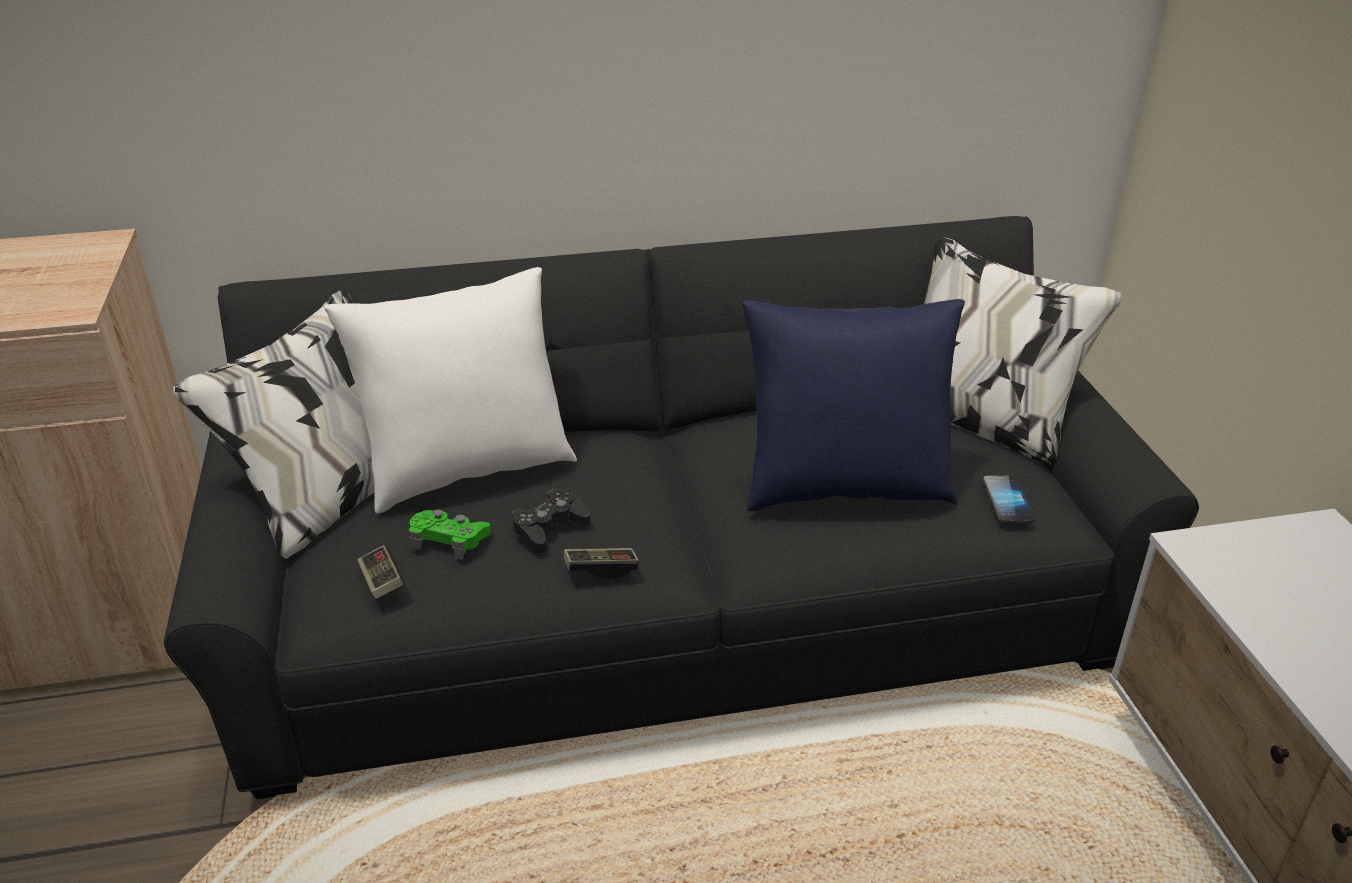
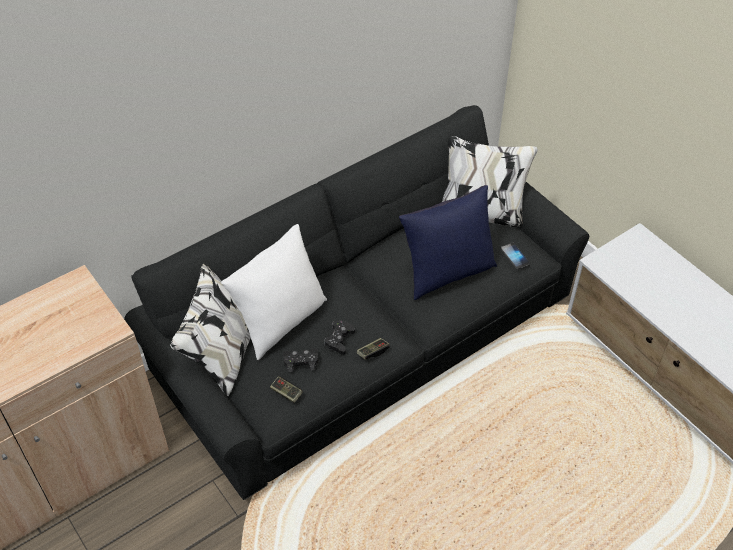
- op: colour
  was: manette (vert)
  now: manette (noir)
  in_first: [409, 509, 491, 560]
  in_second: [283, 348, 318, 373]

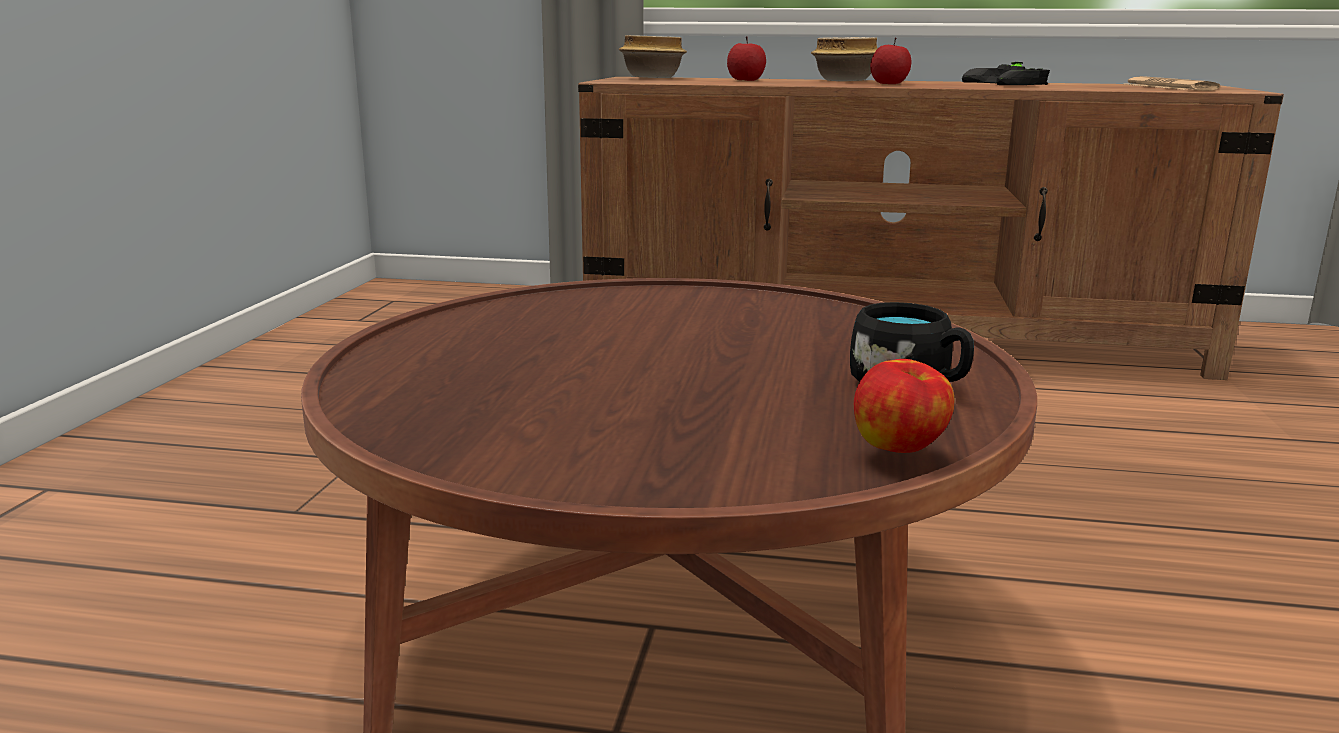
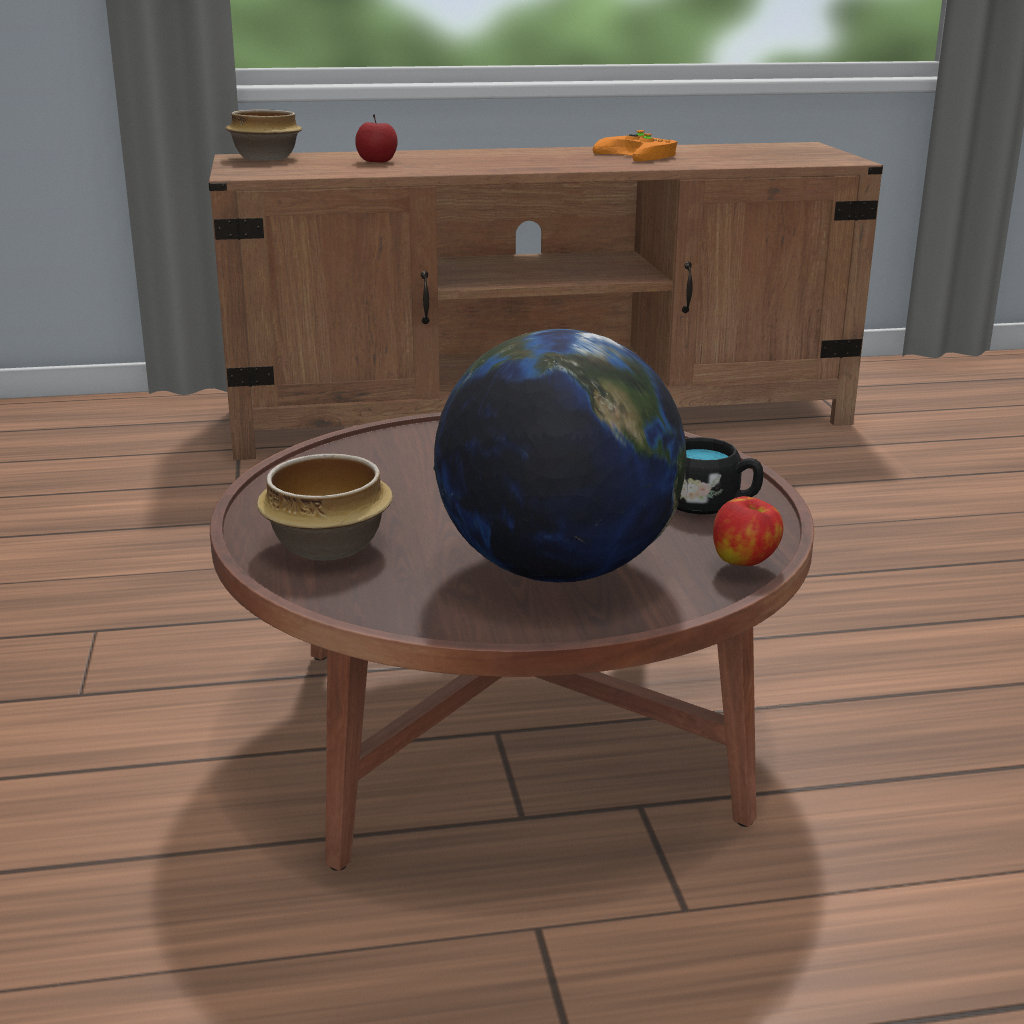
- op: relocated
  was: bol
  in_first: [811, 37, 878, 81]
  in_second: [257, 454, 393, 561]
- op: appeared
  now: globe
  in_second: [433, 329, 687, 583]
- op: colour
  was: manette (noir)
  now: manette (orange)
  in_first: [962, 62, 1050, 85]
  in_second: [592, 130, 678, 161]
- op: missing
  was: pomme
  in_first: [870, 38, 911, 84]
- op: missing
  was: journal
  in_first: [1125, 76, 1220, 91]

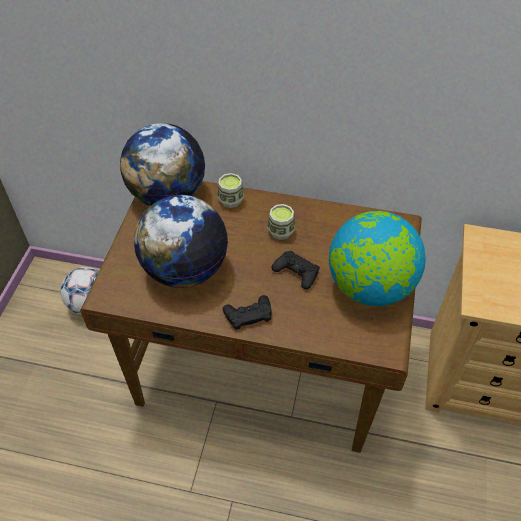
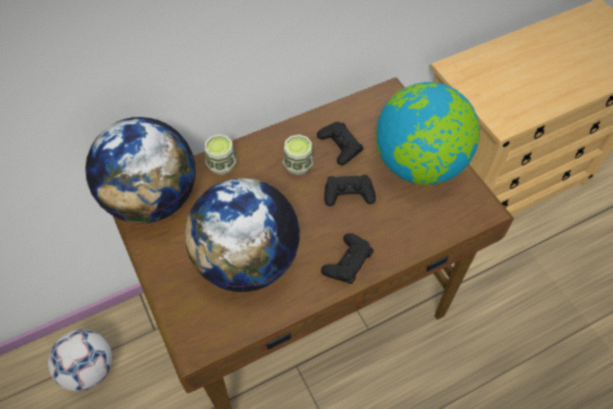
- op: appeared
  now: manette (noir)
  in_second: [317, 122, 364, 165]

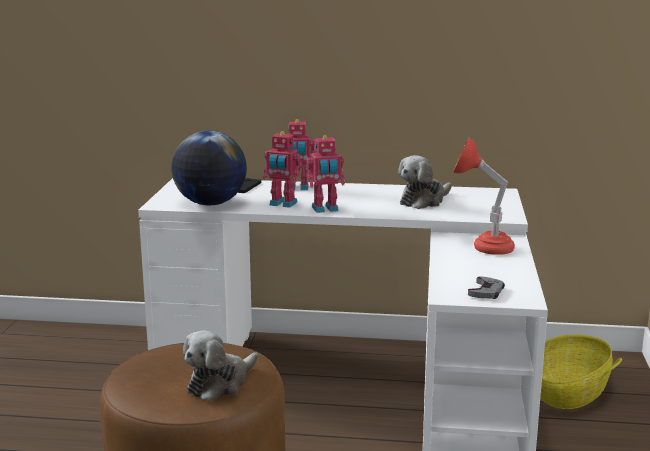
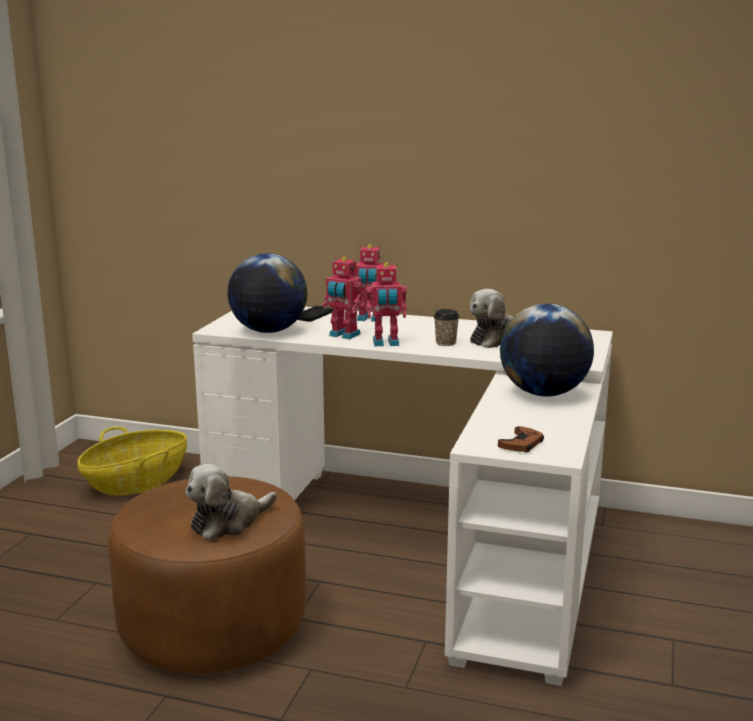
- op: relocated
  was: panier
  in_first: [540, 334, 622, 409]
  in_second: [77, 426, 187, 496]
- op: appeared
  now: tasse
  in_second: [434, 309, 460, 346]
- op: colour
  was: manette (gris)
  now: manette (marron)
  in_first: [468, 277, 505, 299]
  in_second: [498, 426, 544, 453]
- op: exchanged
  was: lampe de table (rouge)
  now: globe
  in_first: [453, 138, 515, 255]
  in_second: [500, 304, 594, 397]

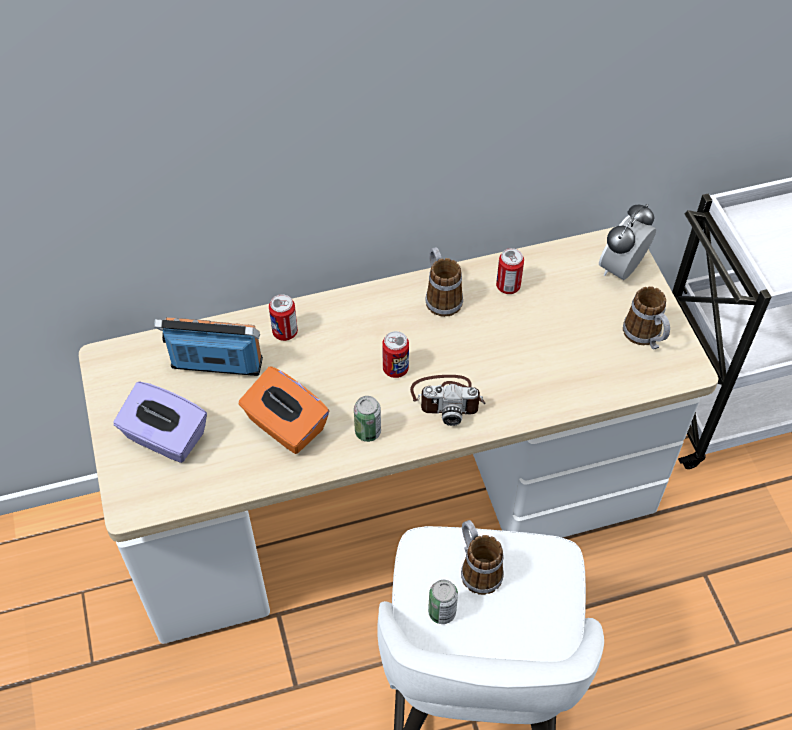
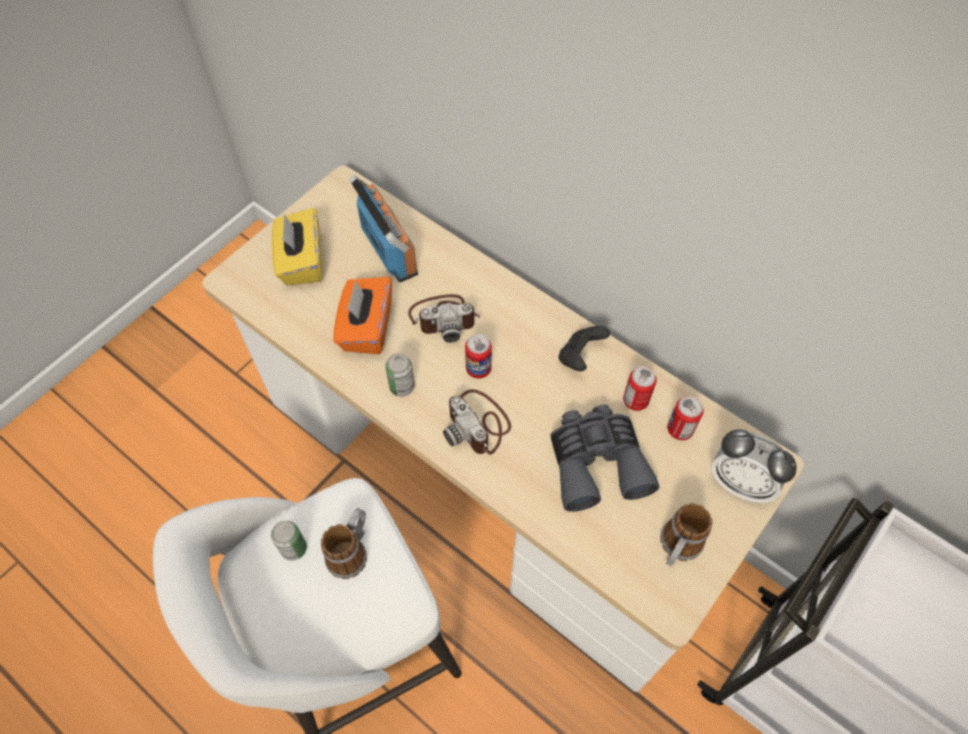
- op: colour
  was: boîte à mouchoirs (violet)
  now: boîte à mouchoirs (jaune)
  in_first: [113, 381, 207, 463]
  in_second: [272, 208, 322, 285]
- op: appeared
  now: appareil photo
  in_second: [408, 294, 480, 343]
- op: appeared
  now: jumelles (gris)
  in_second: [550, 404, 660, 512]
- op: exchanged
  was: mug
  now: manette (noir)
  in_first: [425, 247, 463, 317]
  in_second: [559, 326, 610, 371]
- op: relocated
  was: boîte métallique
  in_first: [269, 294, 298, 341]
  in_second: [667, 396, 704, 440]
- op: spun
  was: réveil
  in_first: [599, 204, 656, 280]
  in_second: [711, 429, 797, 503]
  clockwise: -150

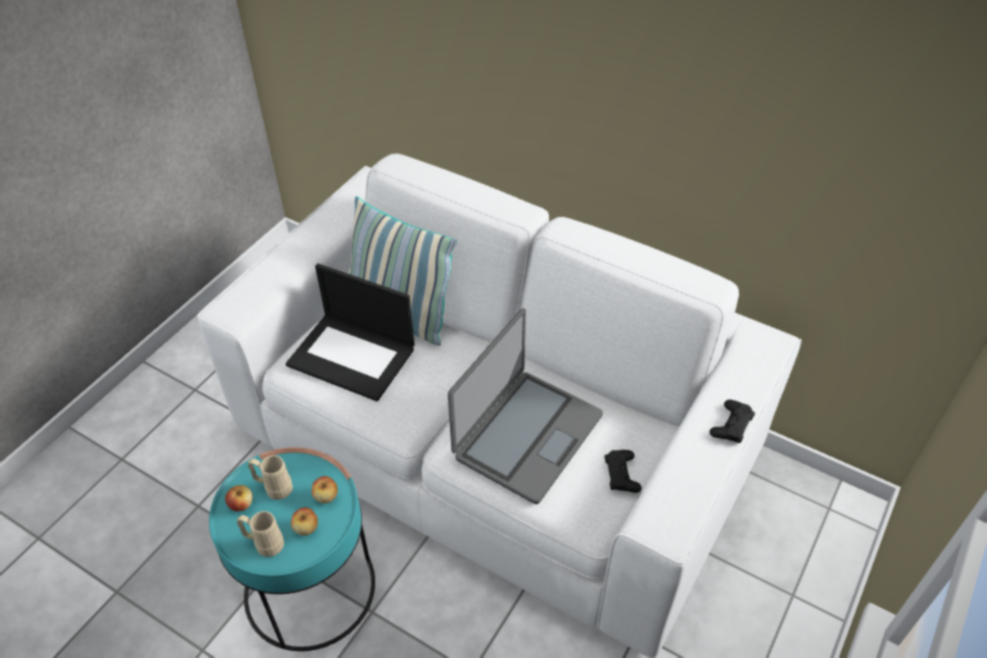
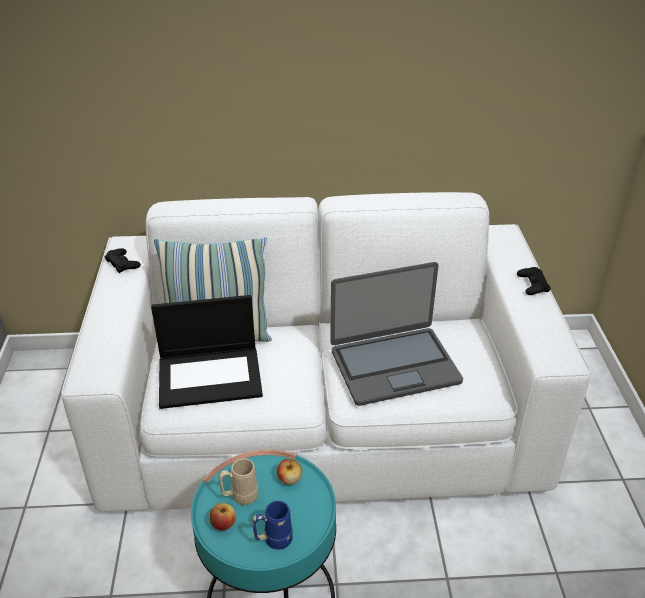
- op: relocated
  was: manette (noir)
  in_first: [605, 450, 642, 493]
  in_second: [104, 248, 141, 273]
- op: colour
  was: mug (beige)
  now: mug (bleu)
  in_first: [237, 511, 284, 557]
  in_second: [252, 501, 293, 550]
- op: spun
  was: ordinateur portable
  in_first: [448, 308, 603, 504]
  in_second: [330, 262, 463, 406]
  clockwise: 75
- op: missing
  was: pomme
  in_first: [291, 507, 318, 536]

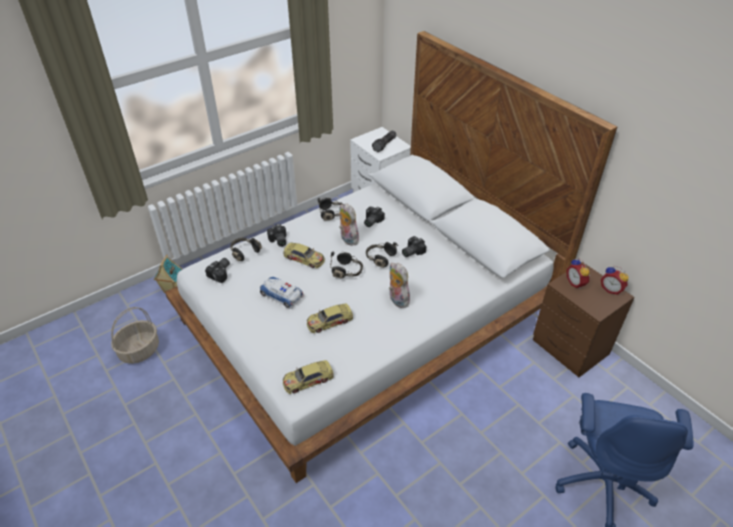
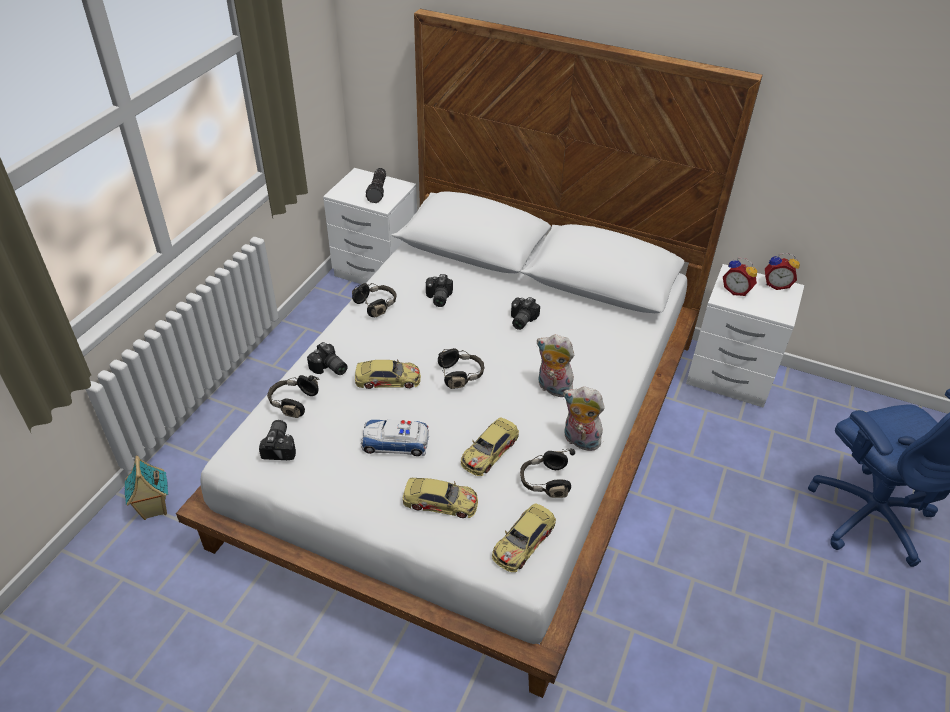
- op: appeared
  now: petite voiture
  in_second: [403, 478, 478, 518]
- op: relocated
  was: casque audio (noir)
  in_first: [366, 242, 397, 268]
  in_second: [520, 448, 575, 498]
- op: relocated
  was: peluche
  in_first: [339, 203, 359, 246]
  in_second: [563, 387, 605, 451]
- op: colour
  was: table de chevet (marron)
  now: table de chevet (blanc)
  in_first: [533, 262, 635, 377]
  in_second: [686, 264, 805, 407]
- op: missing
  was: panier
  in_first: [111, 307, 159, 364]

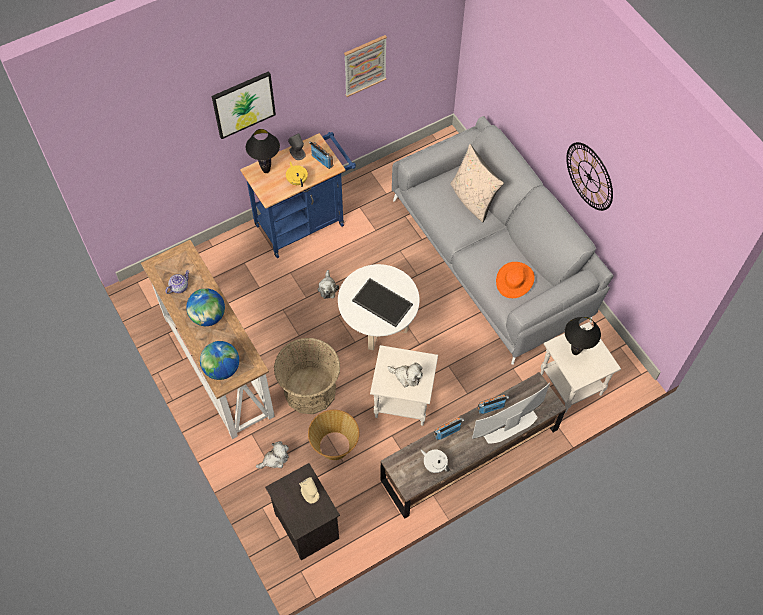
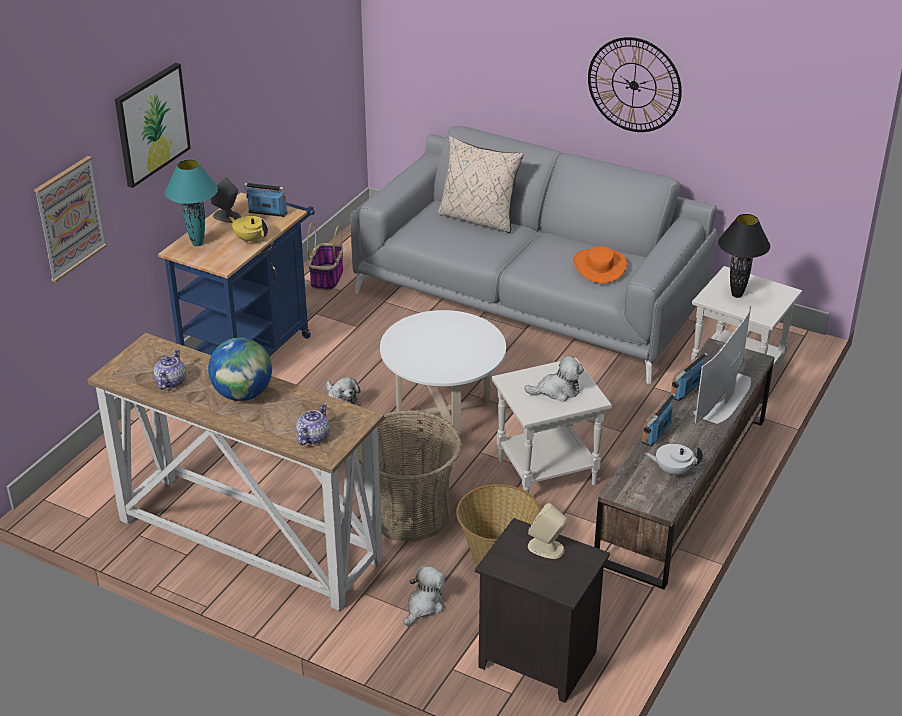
- op: relocated
  was: tableau
  in_first: [344, 35, 387, 97]
  in_second: [34, 156, 107, 282]
- op: colour
  was: lampe de table (noir)
  now: lampe de table (turquoise)
  in_first: [246, 129, 280, 173]
  in_second: [165, 159, 218, 246]
- op: exchanged
  was: globe
  now: théière
  in_first: [200, 341, 239, 380]
  in_second: [296, 403, 330, 445]
- op: appeared
  now: panier
  in_second: [307, 223, 343, 291]
- op: missing
  was: plateau
  in_first: [352, 278, 413, 327]

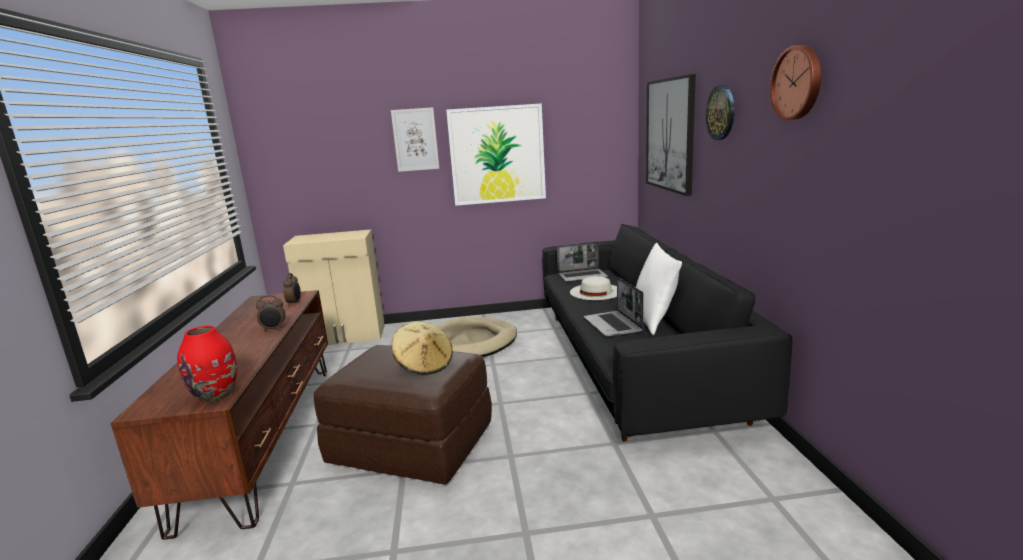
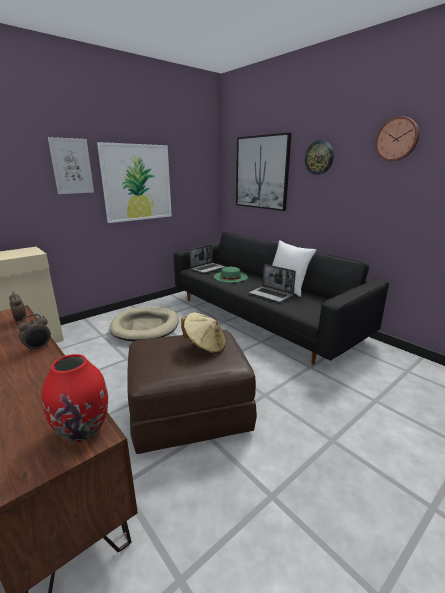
- op: colour
  was: chapeau (blanc)
  now: chapeau (vert)
  in_first: [570, 276, 617, 300]
  in_second: [214, 267, 248, 282]

